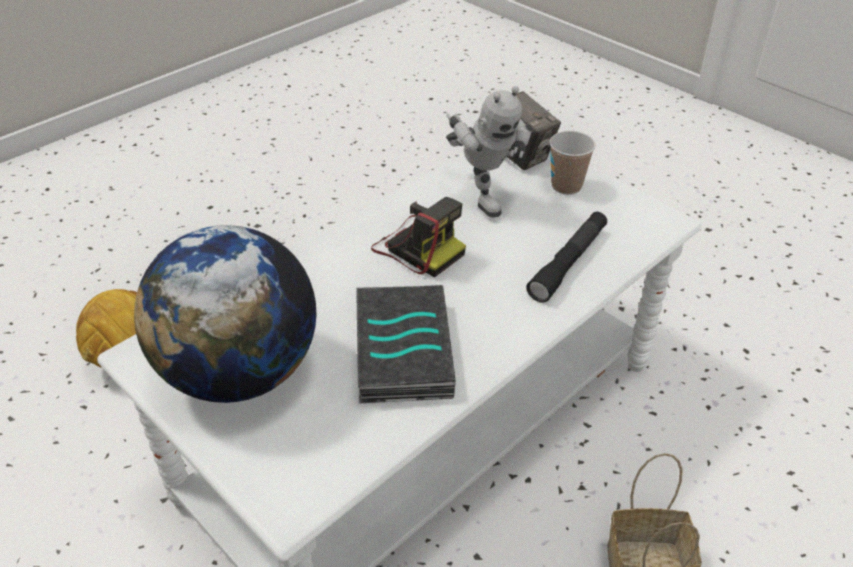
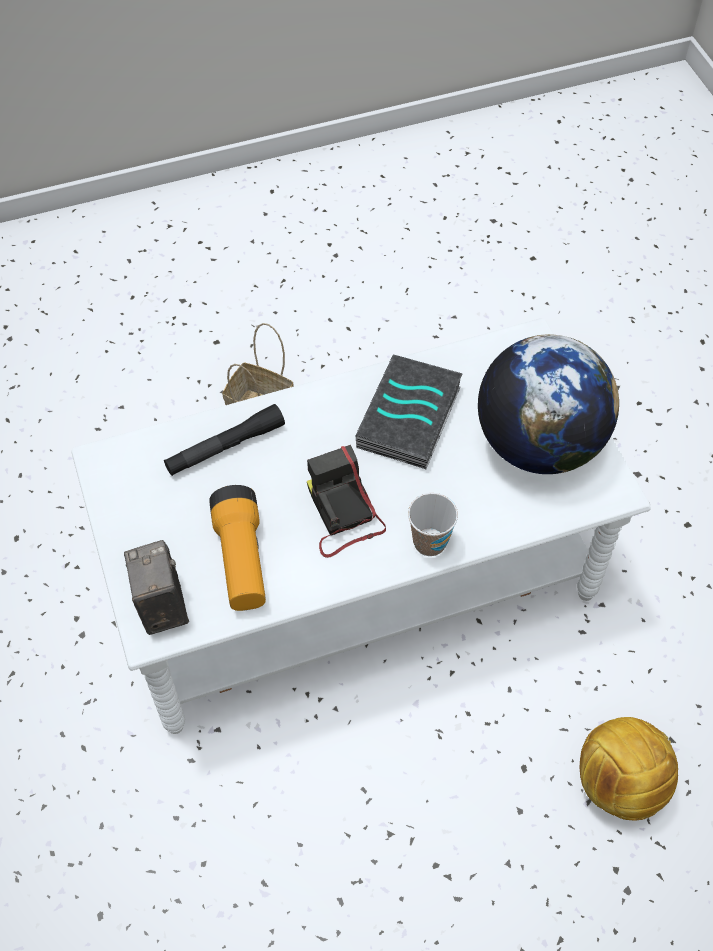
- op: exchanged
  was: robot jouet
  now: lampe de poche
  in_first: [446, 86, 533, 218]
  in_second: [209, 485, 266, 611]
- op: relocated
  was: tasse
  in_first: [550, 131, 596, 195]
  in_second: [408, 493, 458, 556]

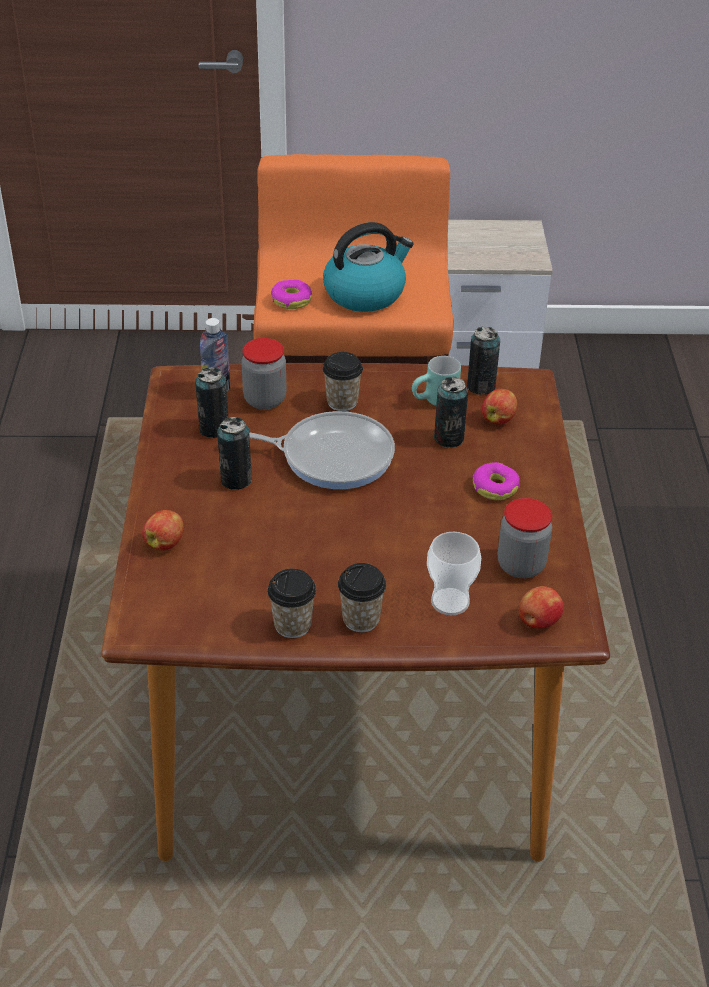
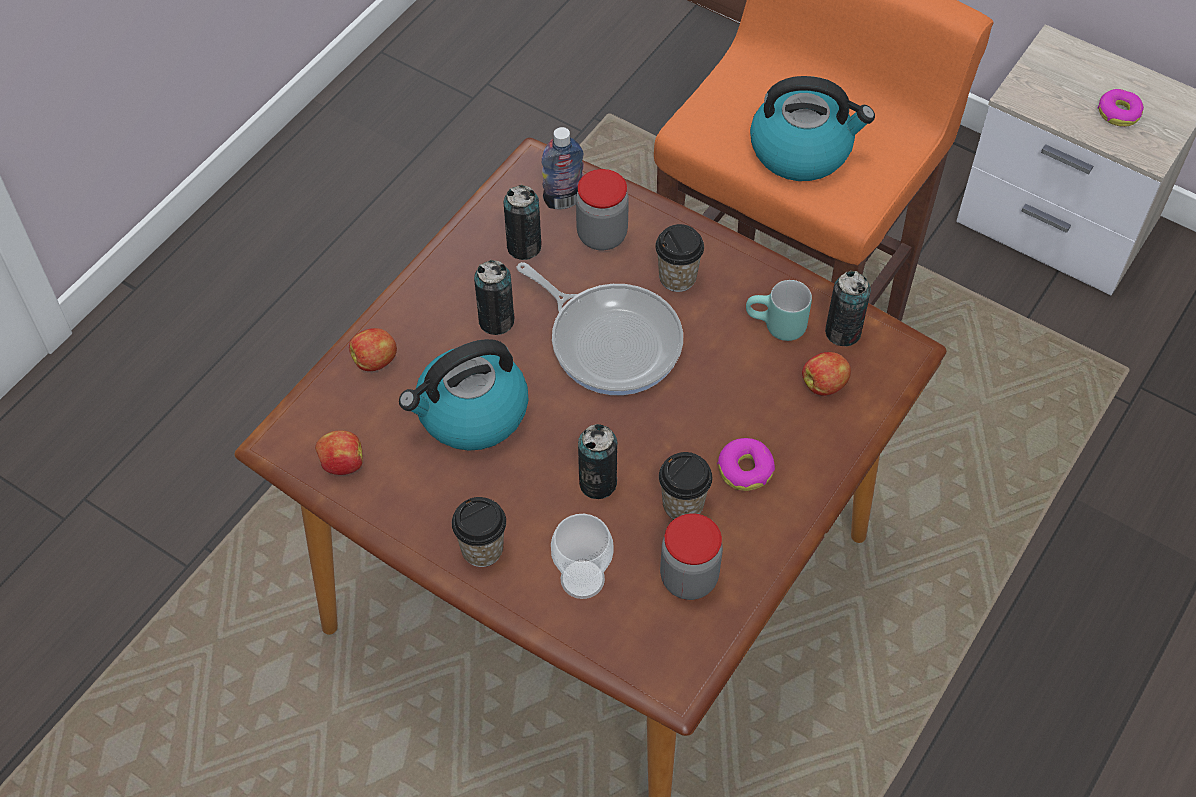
- op: relocated
  was: pomme
  in_first: [518, 586, 564, 628]
  in_second: [315, 430, 363, 475]
- op: appeared
  now: bouilloire
  in_second: [399, 339, 529, 451]
- op: relocated
  was: boîte métallique
  in_first: [434, 377, 468, 448]
  in_second: [578, 424, 618, 499]
- op: relocated
  was: tasse
  in_first: [267, 569, 316, 638]
  in_second: [659, 452, 712, 519]
- op: relocated
  was: beignet
  in_first: [271, 280, 312, 309]
  in_second: [1098, 89, 1144, 127]

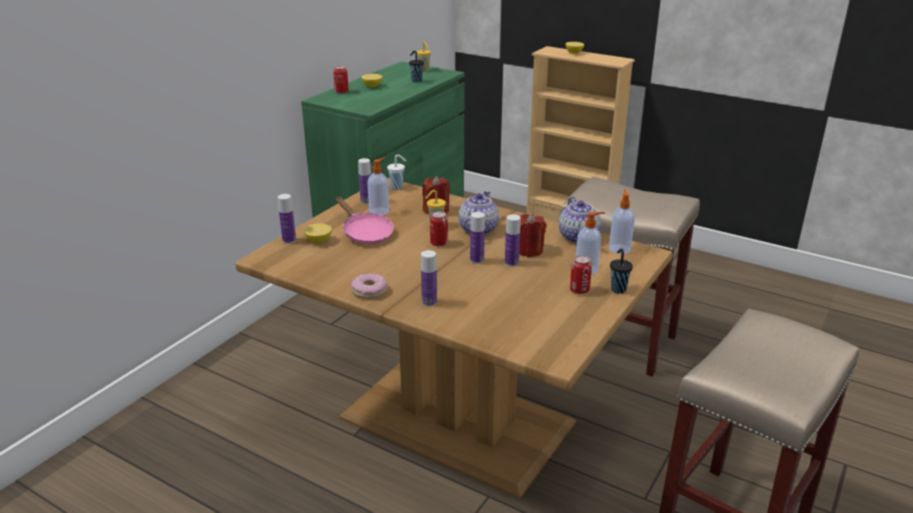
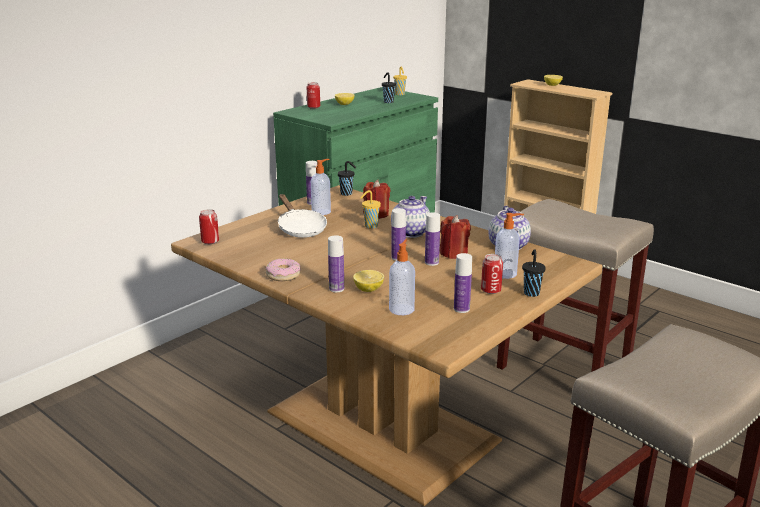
- op: relocated
  was: boîte métallique
  in_first: [430, 211, 448, 246]
  in_second: [199, 209, 219, 244]
- op: colour
  was: poêle (rose)
  now: poêle (blanc)
  in_first: [336, 197, 394, 244]
  in_second: [278, 194, 327, 238]
- op: colour
  was: tasse (blanc)
  now: tasse (noir)
  in_first: [387, 155, 406, 190]
  in_second: [338, 161, 356, 196]
- op: relocated
  was: citron
  in_first: [304, 223, 332, 243]
  in_second: [353, 270, 384, 292]
- op: relocated
  was: distributeur de savon
  in_first: [609, 189, 635, 254]
  in_second: [389, 239, 415, 315]
- op: relocated
  was: bouteille
  in_first: [278, 194, 296, 244]
  in_second: [454, 253, 472, 313]

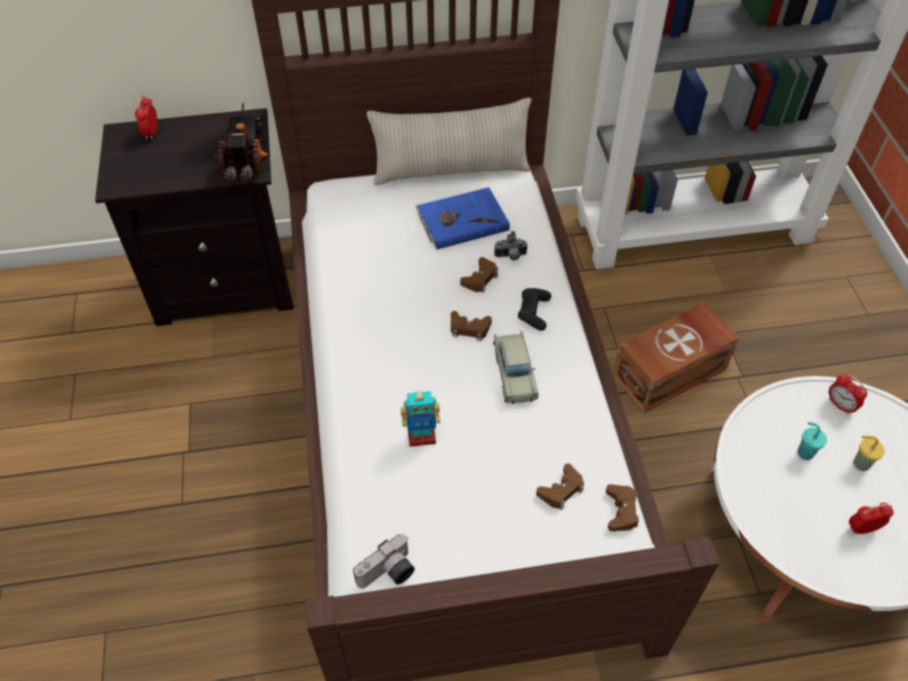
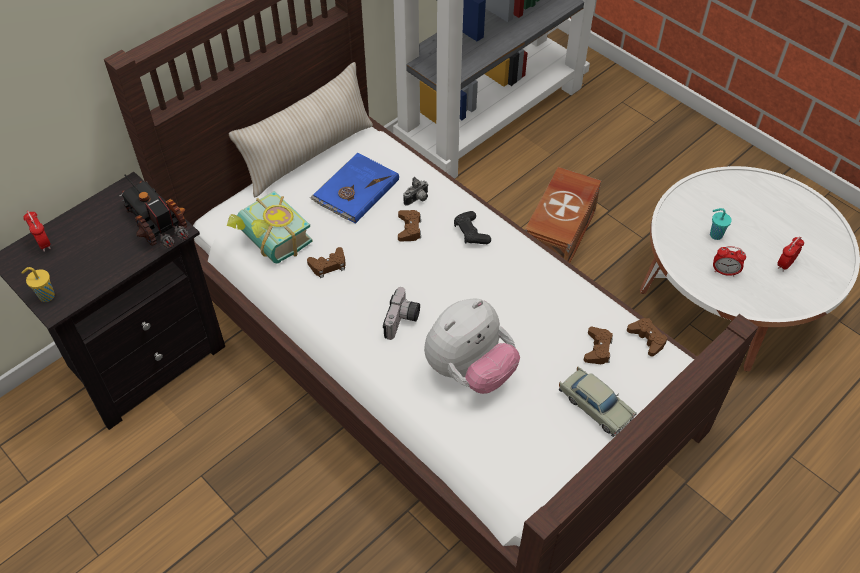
- op: relocated
  was: tasse (jaune)
  in_first: [853, 436, 885, 471]
  in_second: [21, 267, 55, 302]
- op: appeared
  now: livre
  in_second: [227, 191, 313, 263]
- op: relocated
  was: manette (marron)
  in_first: [451, 311, 492, 341]
  in_second: [307, 247, 346, 278]
- op: relocated
  was: appareil photo
  in_first: [353, 534, 415, 589]
  in_second: [383, 287, 420, 340]
- op: exchanged
  was: robot jouet
  now: peluche
  in_first: [401, 390, 440, 447]
  in_second: [424, 298, 520, 394]
- op: relocated
  was: petite voiture (beige)
  in_first: [493, 331, 539, 404]
  in_second: [559, 366, 637, 437]
- op: relocated
  was: réveil
  in_first: [829, 374, 867, 414]
  in_second: [713, 246, 746, 276]

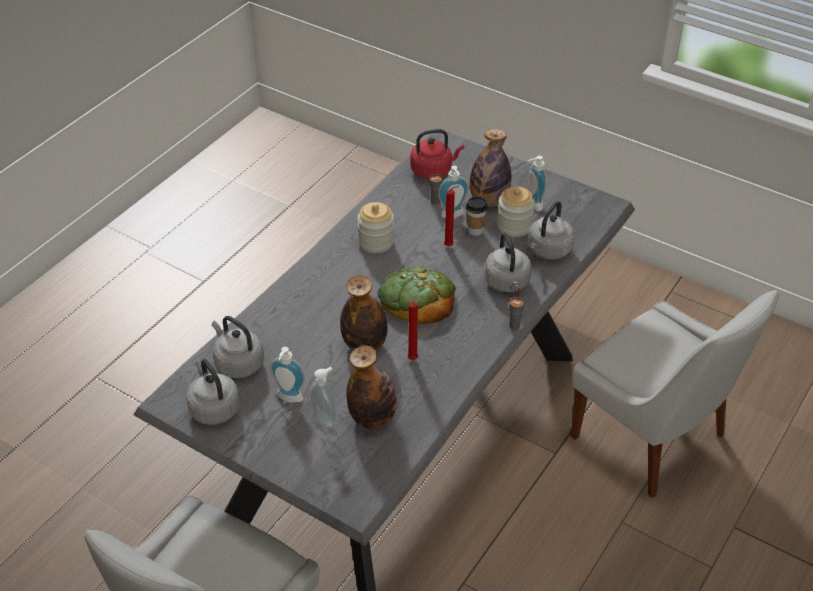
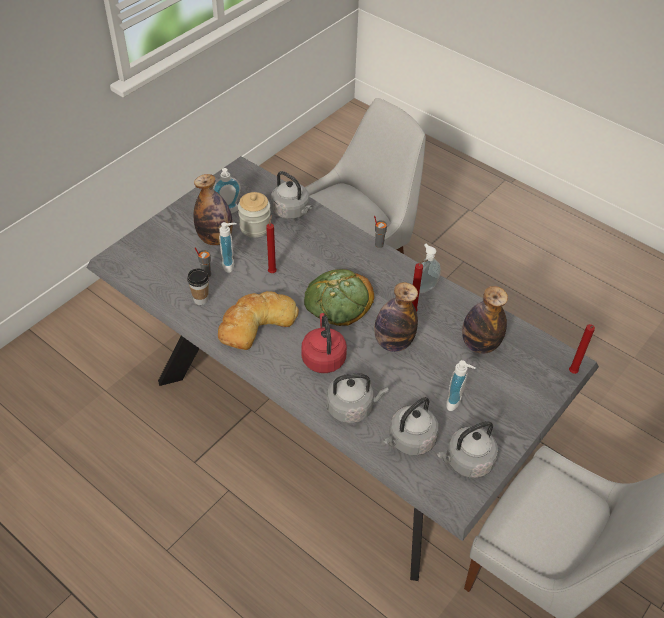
- op: relocated
  was: tasse
  in_first: [466, 196, 488, 236]
  in_second: [187, 269, 209, 305]
- op: exchanged
  was: bocal
  now: pain
  in_first: [357, 202, 394, 253]
  in_second: [218, 291, 299, 350]
- op: relocated
  was: bouilloire (rouge)
  in_first: [410, 129, 464, 179]
  in_second: [302, 313, 347, 373]
- op: relocated
  was: bouilloire (gris)
  in_first: [484, 232, 532, 292]
  in_second: [326, 373, 389, 423]
- op: relocated
  was: distributeur de savon
  in_first: [310, 367, 336, 427]
  in_second: [419, 244, 441, 293]
- op: appeared
  now: bougie (rouge)
  in_second: [569, 324, 595, 374]

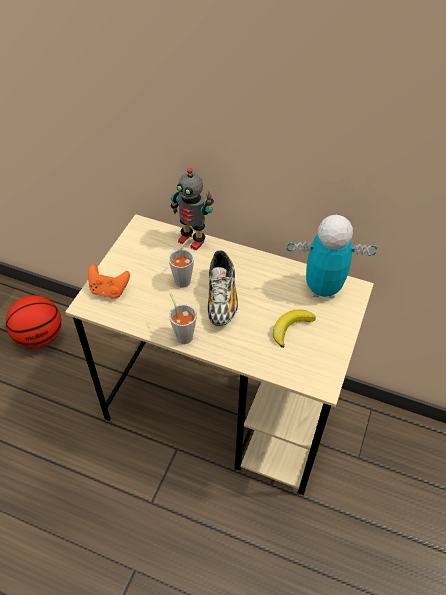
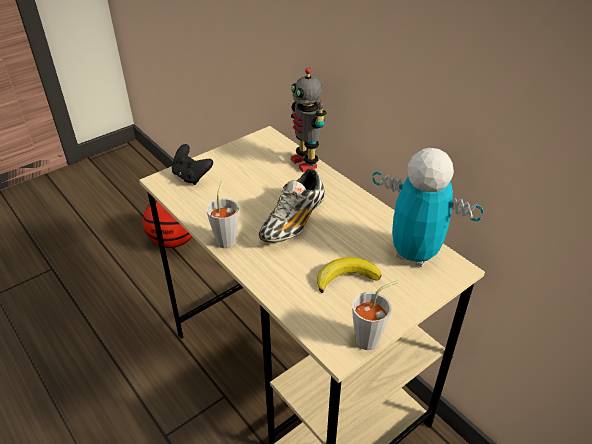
- op: colour
  was: manette (orange)
  now: manette (noir)
  in_first: [88, 264, 130, 298]
  in_second: [172, 144, 213, 185]
- op: relocated
  was: tasse (gris)
  in_first: [169, 237, 194, 288]
  in_second: [352, 281, 398, 350]

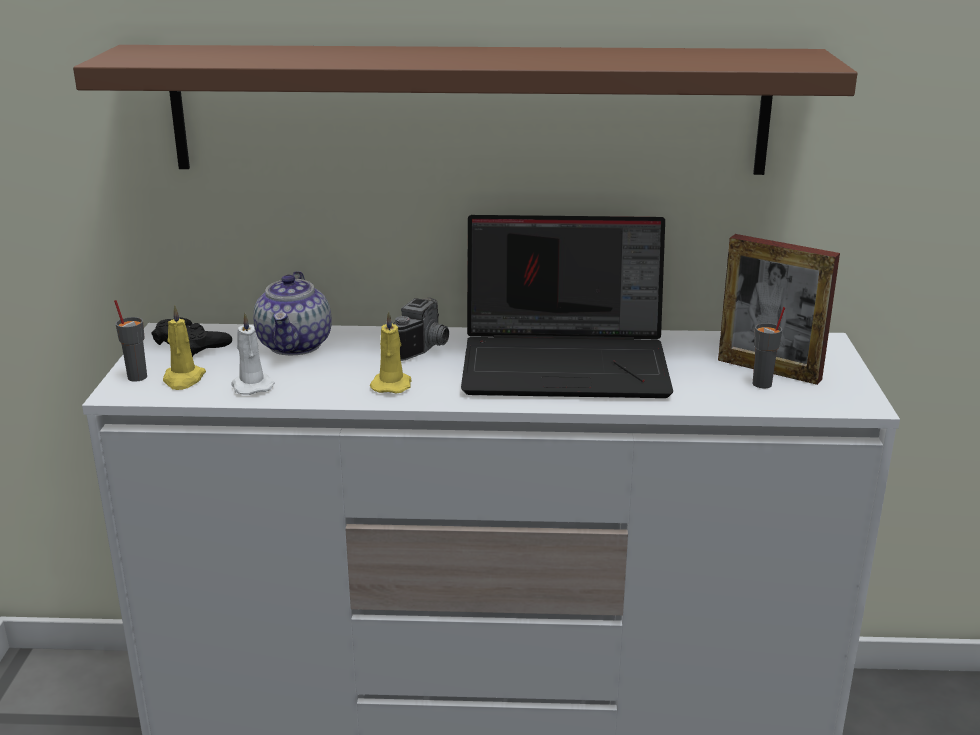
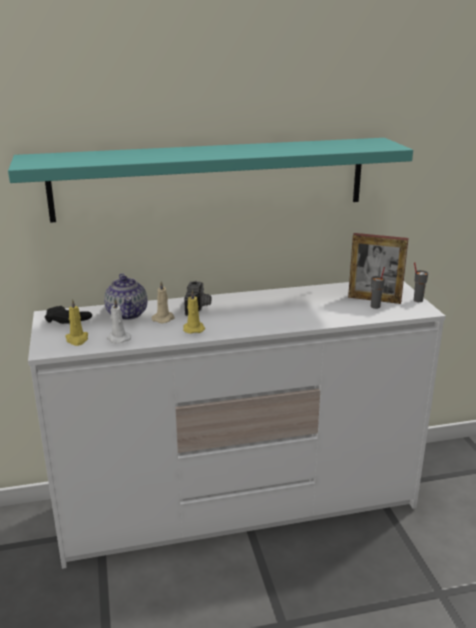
- op: colour
  was: étagère (marron)
  now: étagère (turquoise)
  in_first: [73, 45, 857, 175]
  in_second: [8, 138, 413, 223]
- op: appeared
  now: bougie (beige)
  in_second: [151, 281, 175, 323]
- op: relocated
  was: tasse (gris)
  in_first: [114, 300, 147, 382]
  in_second: [414, 262, 428, 302]
- op: missing
  was: ordinateur portable
  in_first: [461, 215, 673, 398]

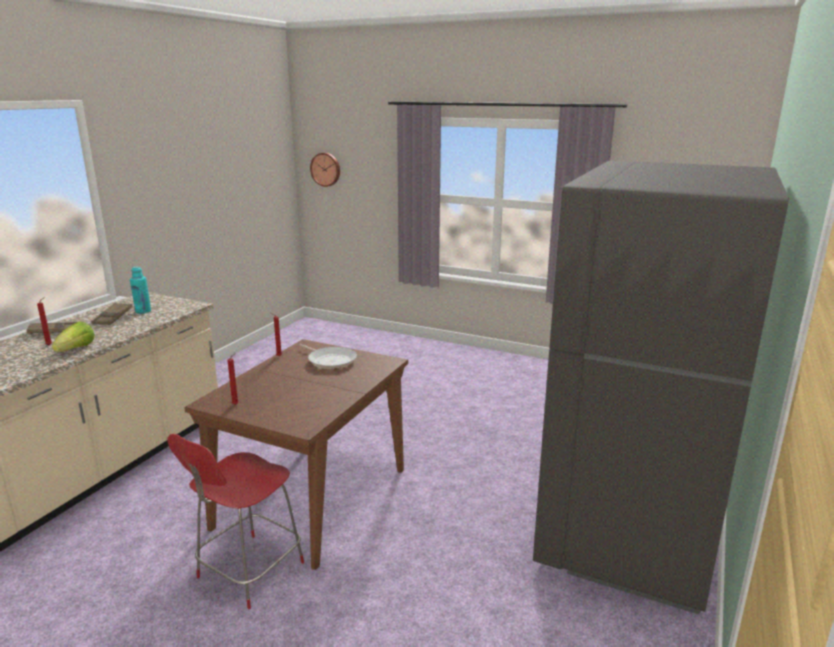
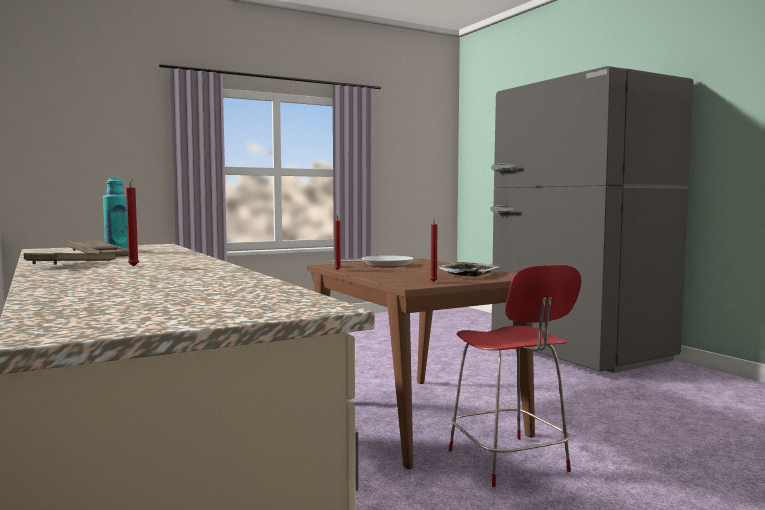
- op: appeared
  now: plateau
  in_second: [438, 262, 501, 277]
- op: missing
  was: laitue
  in_first: [52, 322, 95, 352]
- op: missing
  was: horloge murale
  in_first: [310, 153, 340, 187]

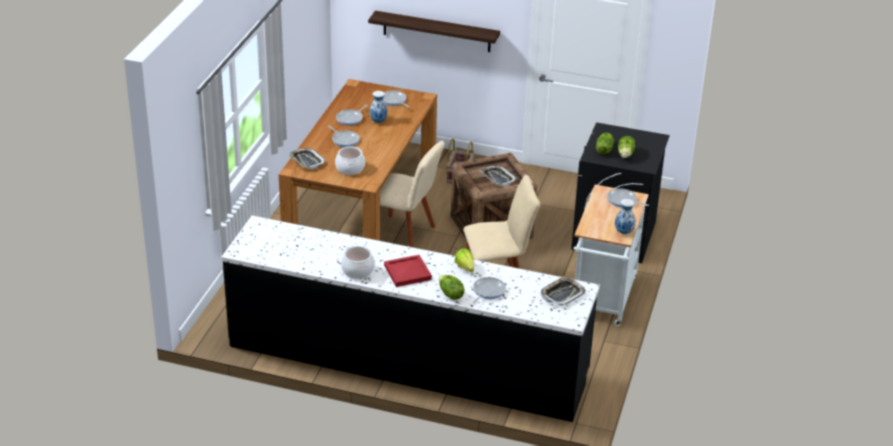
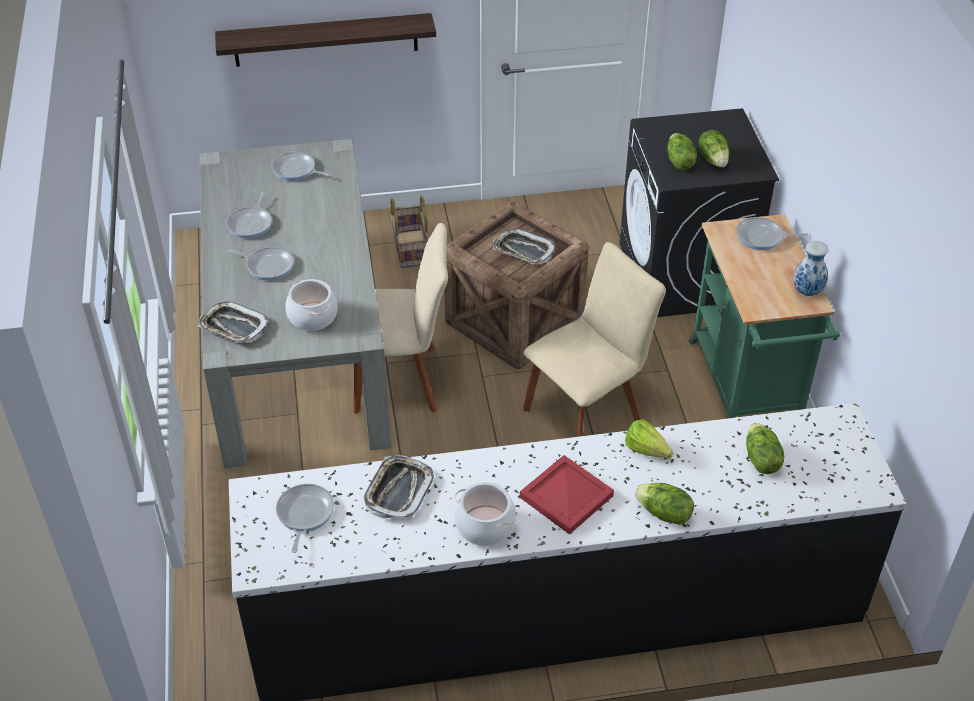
- op: colour
  was: table à manger (marron)
  now: table à manger (gris)
  in_first: [279, 79, 437, 241]
  in_second: [200, 139, 392, 468]
- op: relocated
  was: poêle
  in_first: [472, 277, 506, 303]
  in_second: [276, 484, 334, 553]
- op: relocated
  was: plateau
  in_first: [541, 276, 585, 306]
  in_second: [364, 455, 434, 518]
- op: colour
  was: chariot (blanc)
  now: chariot (vert)
  in_first: [574, 185, 649, 326]
  in_second: [689, 214, 840, 418]
- op: appeared
  now: laitue
  in_second: [746, 423, 784, 474]
- op: missing
  was: vase
  in_first: [369, 91, 388, 123]

